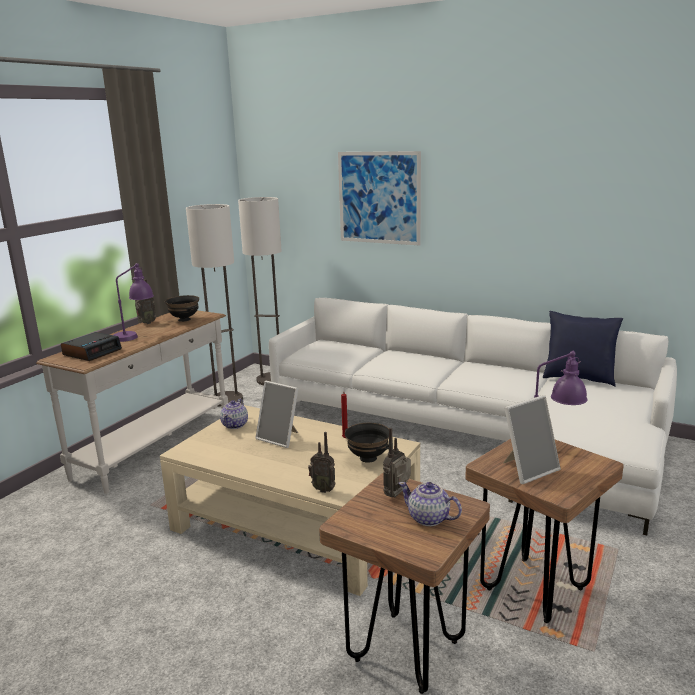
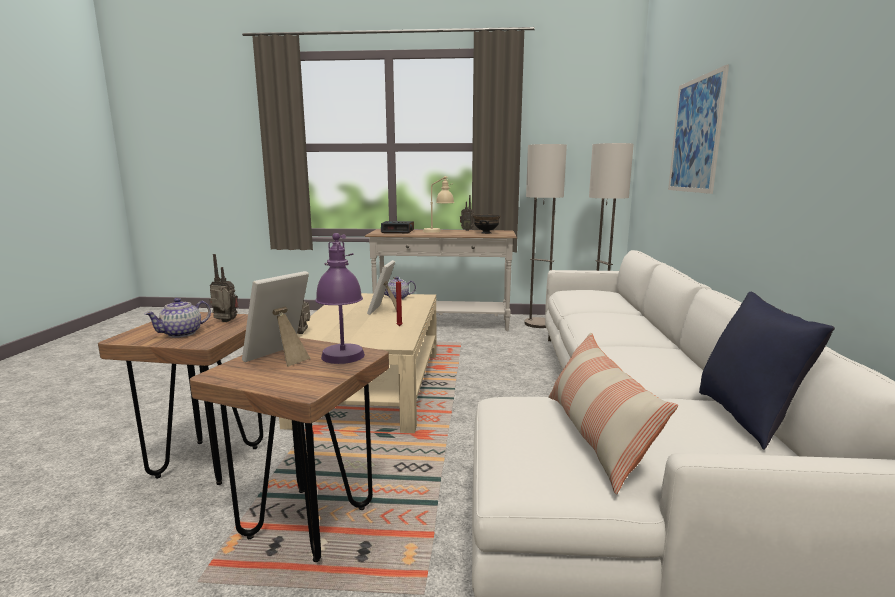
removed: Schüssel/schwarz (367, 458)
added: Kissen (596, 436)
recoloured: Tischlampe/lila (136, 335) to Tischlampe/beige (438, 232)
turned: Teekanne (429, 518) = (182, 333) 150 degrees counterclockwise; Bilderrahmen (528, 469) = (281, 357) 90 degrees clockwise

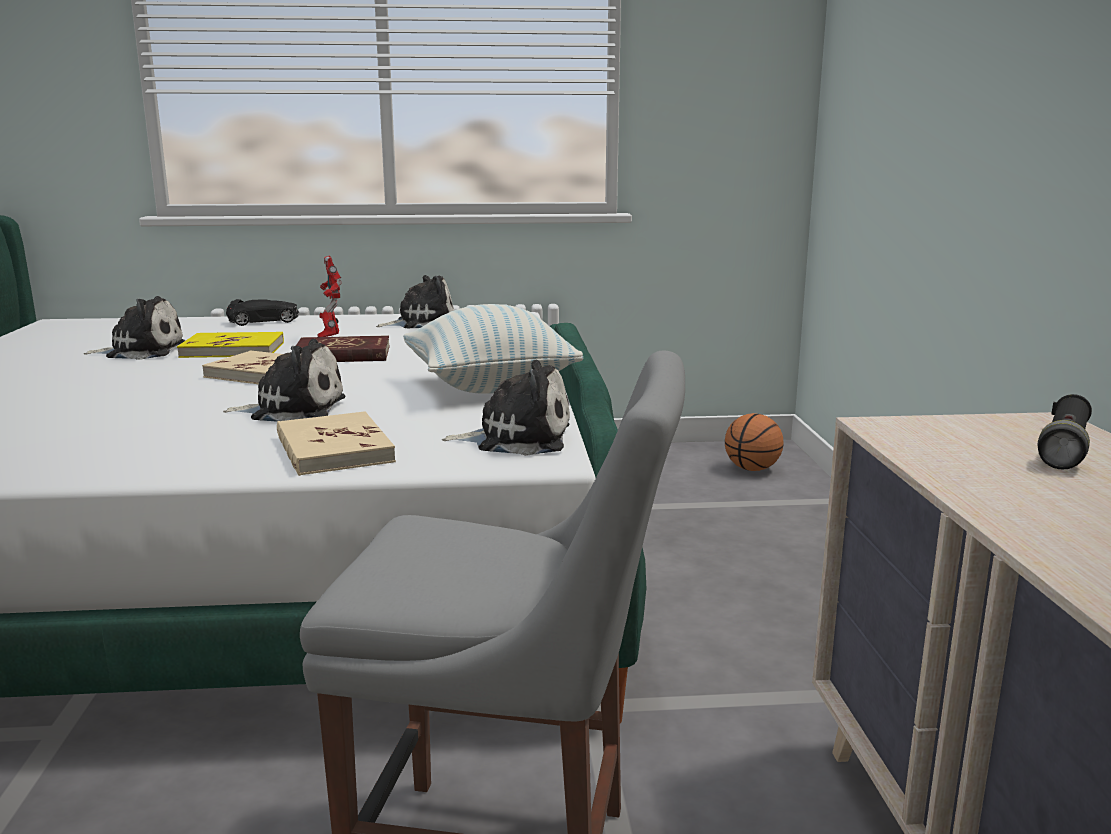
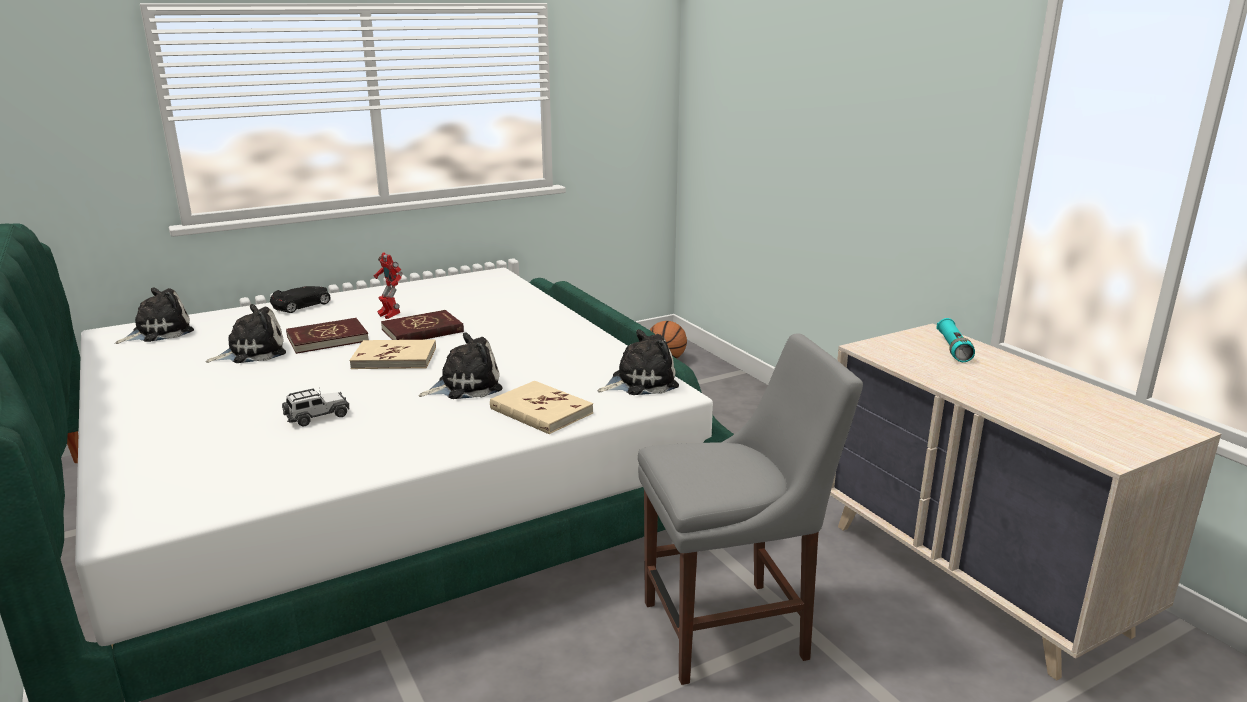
removed: Kissen (490, 387)
added: Spielzeugauto (317, 417)
moved: Plüschtier (422, 323) to (159, 332)
recoloured: Buch/gelb (233, 350) to Buch/rot (327, 339); Taschenlampe/schwarz (1064, 448) to Taschenlampe/türkis (953, 348)

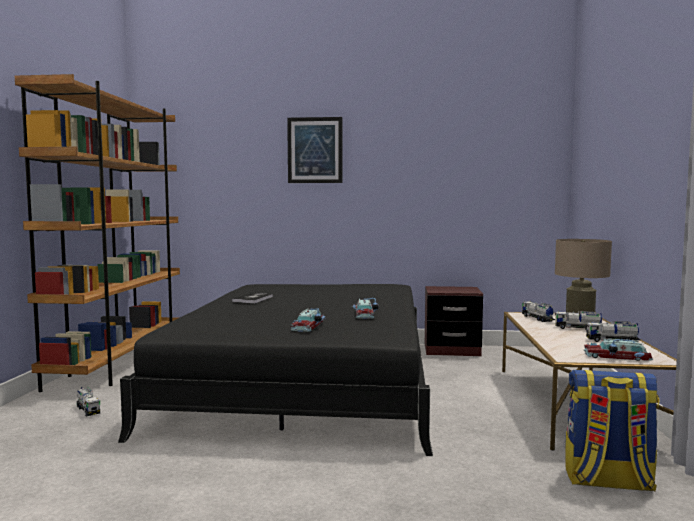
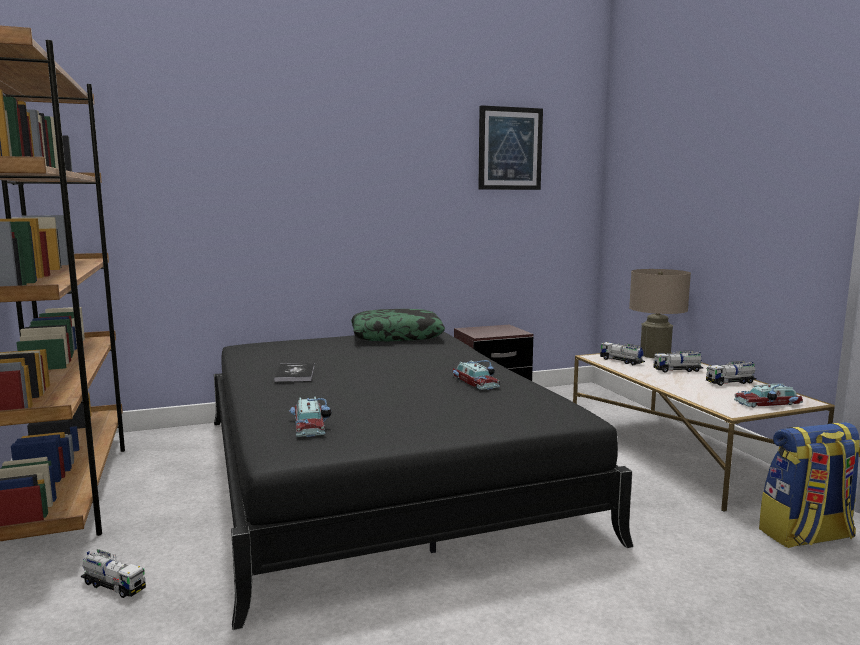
added: Kissen (396, 336)
moved: Bild (315, 150) to (510, 149); Spielzeugauto (309, 326) to (311, 424)

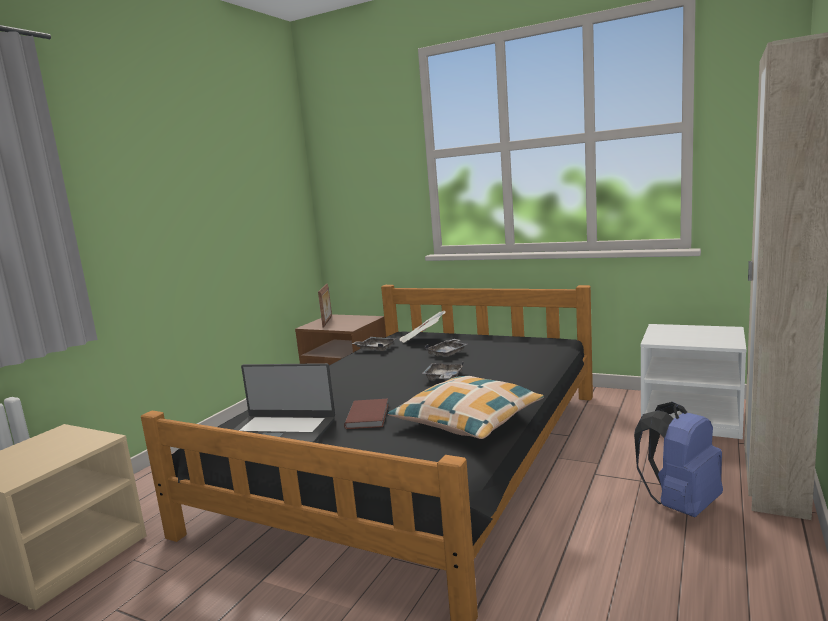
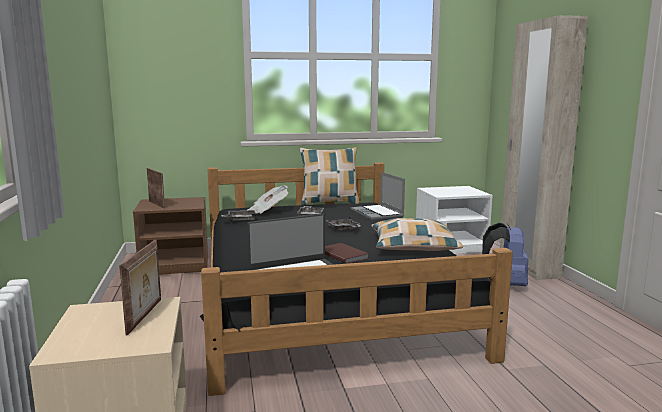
added: Bilderrahmen (146, 316); Kissen (329, 202); Laptop (378, 214)

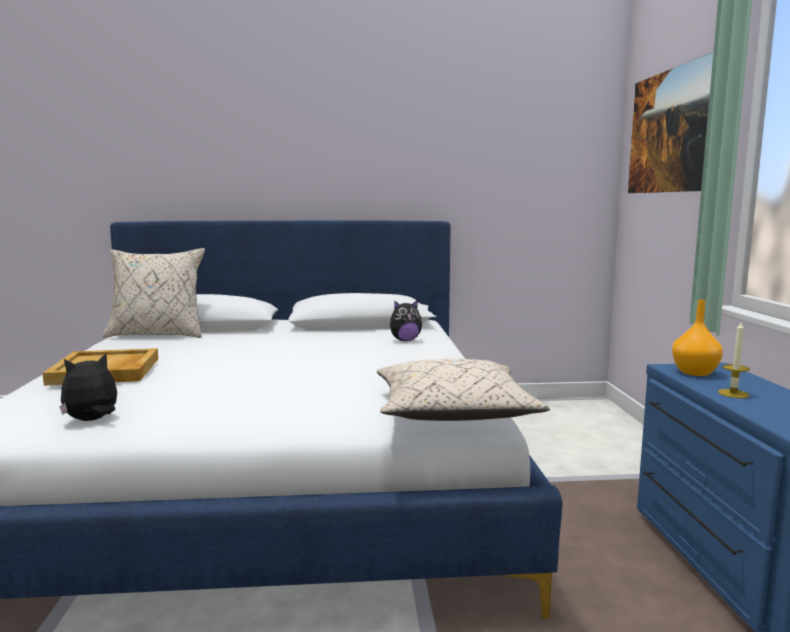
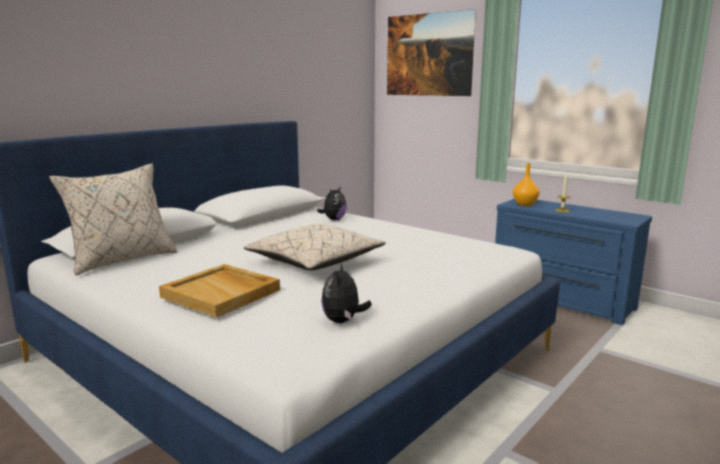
moved: Kissen/beige (453, 412) to (315, 262)

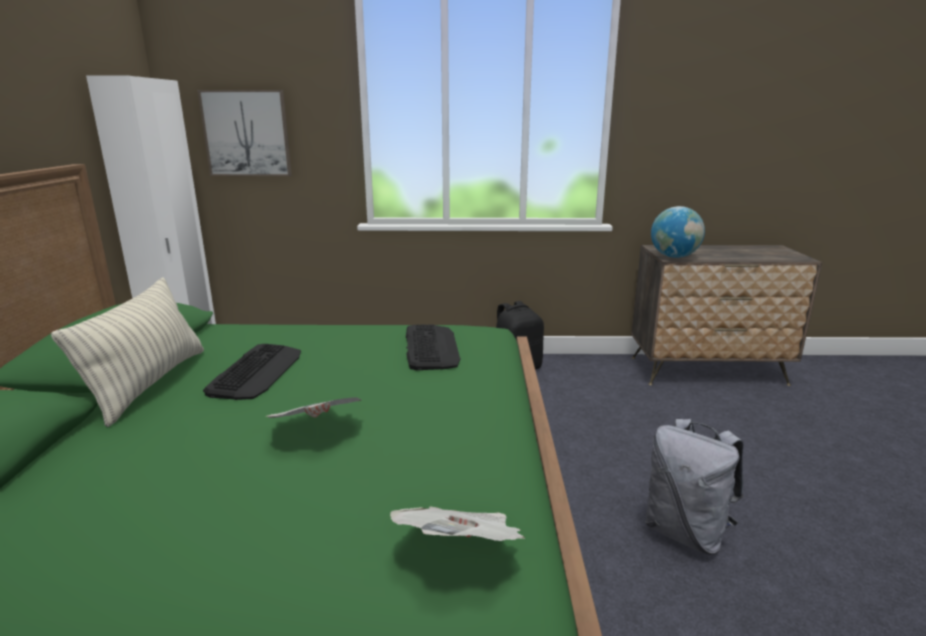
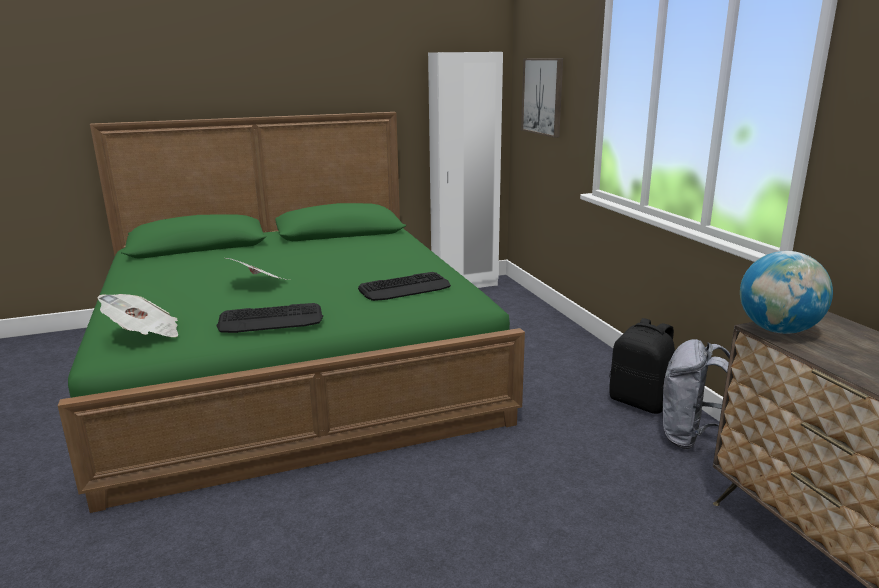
removed: Kissen (149, 384)
moved: Tastatur (257, 372) to (271, 320); Rucksack/grau (686, 532) to (693, 438)

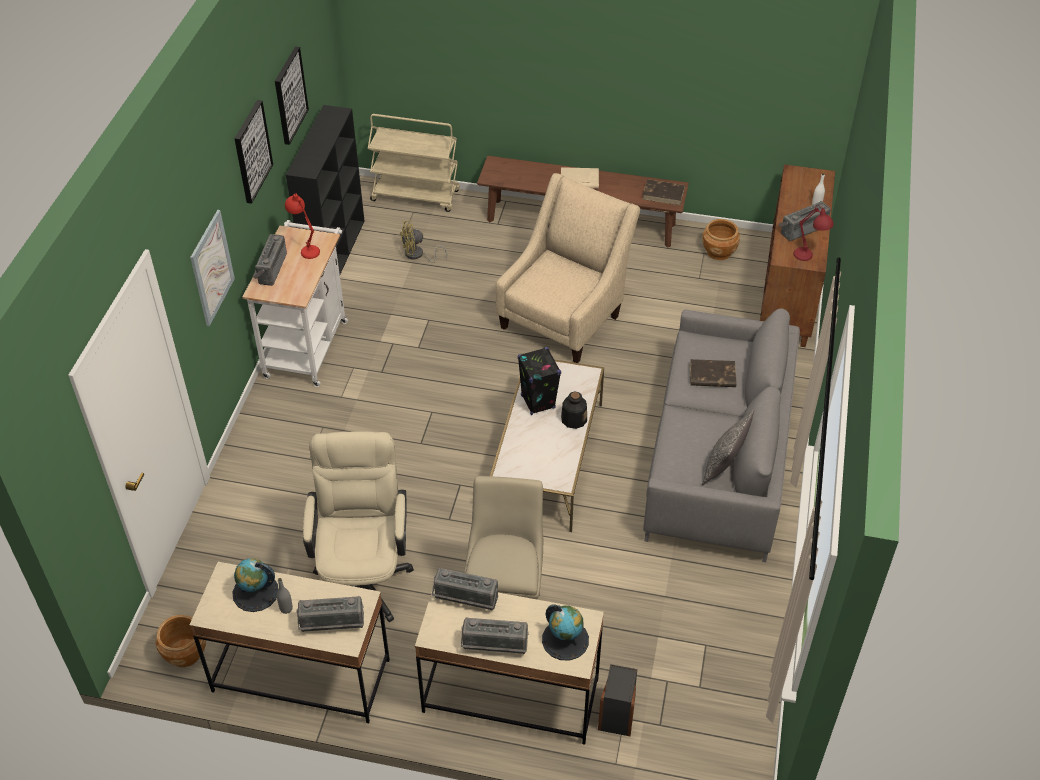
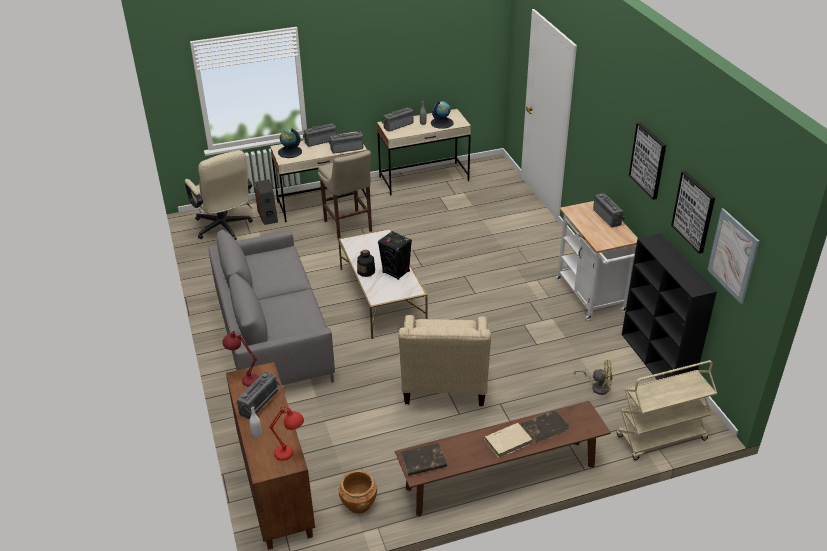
removed: Pflanzkübel/braun (185, 653); Kissen (723, 466)
moved: Bild (212, 268) to (733, 255); Tischlampe/rot (305, 248) to (291, 455); Bürostuhl/beige (363, 574) to (225, 229); Buch/braun (712, 376) to (545, 427)
turned: Ventilator/gelb (417, 255) = (597, 387) 60 degrees clockwise

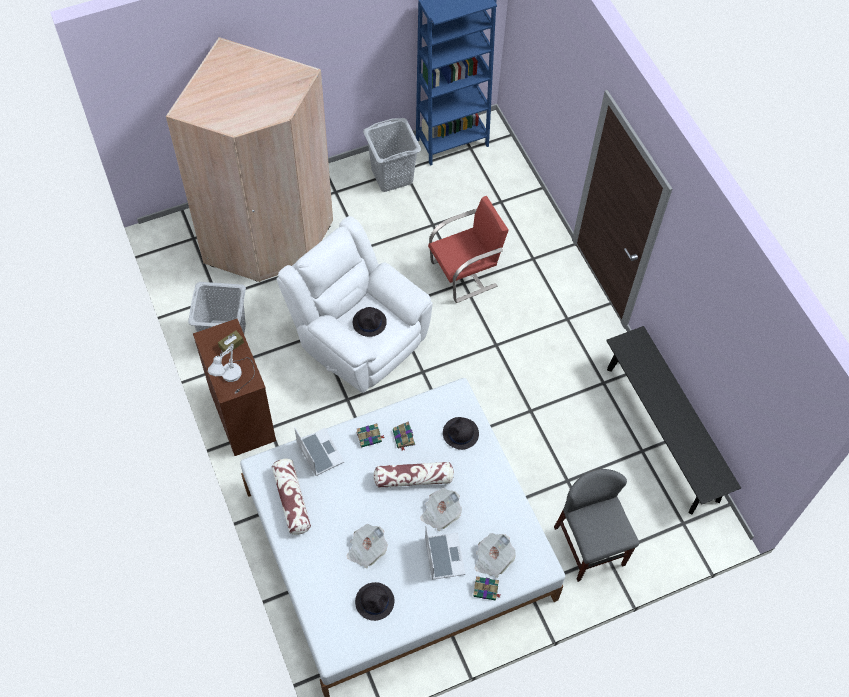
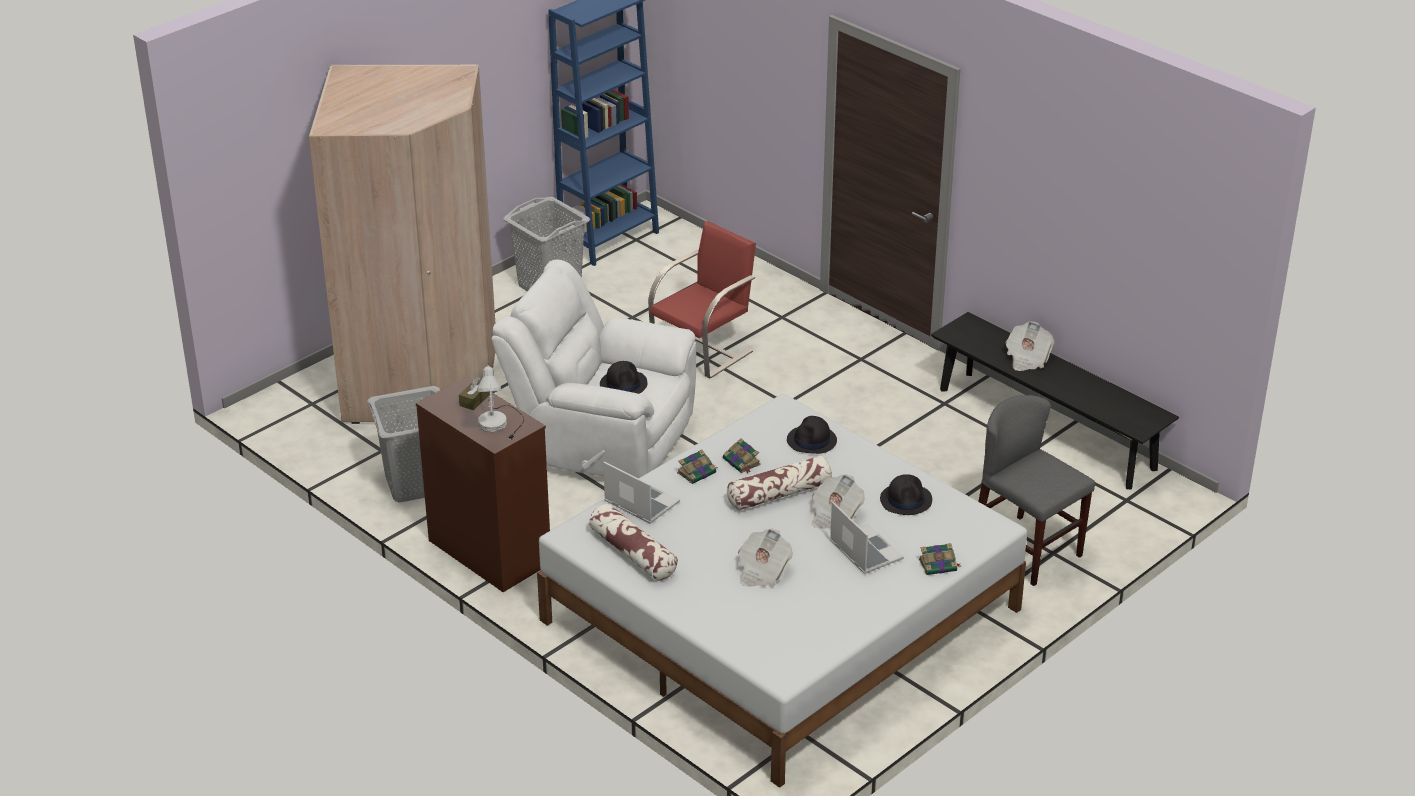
moved: Hut/schwarz (375, 601) to (906, 500); Zeitung (492, 559) to (1027, 358)

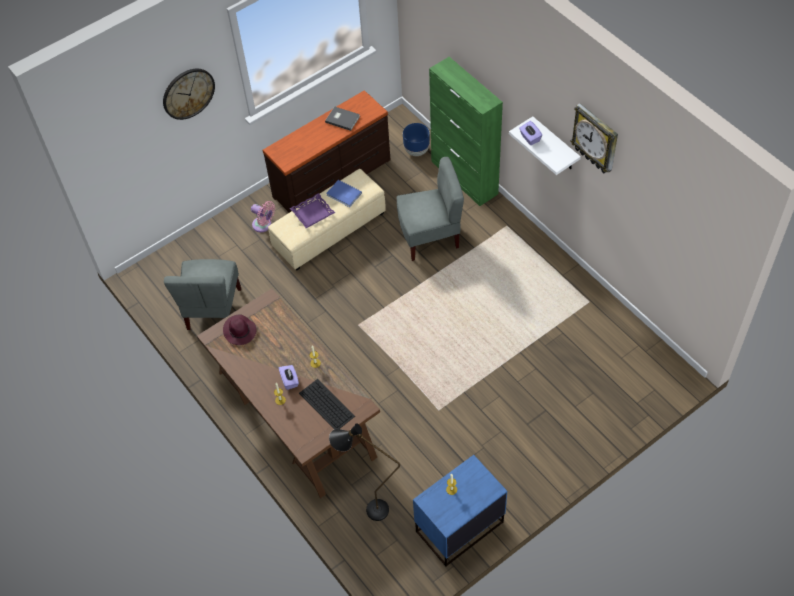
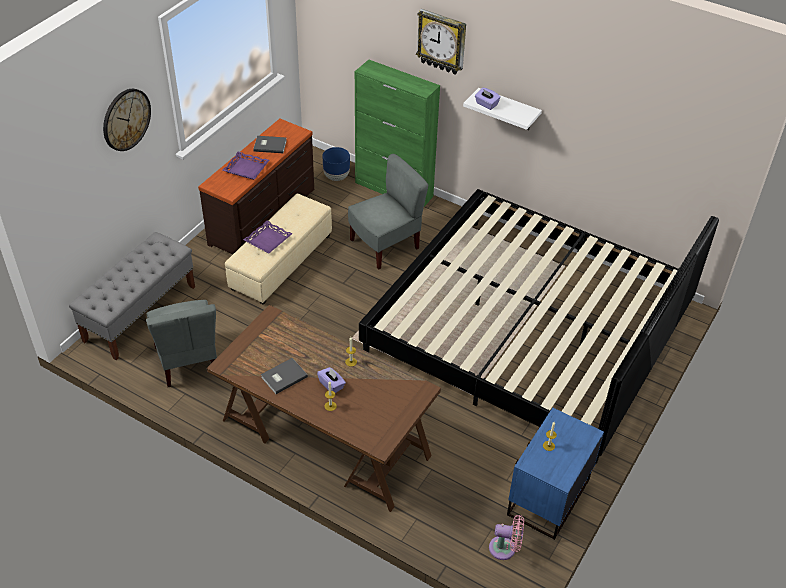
removed: Hut/lila (240, 331); Tastatur (326, 404); Buch/blau (344, 195); Stehlampe/schwarz (368, 510)
added: Bank/grau (140, 313); Tablett/lila (246, 169); Buch/grau (283, 376); Bett (529, 330)
moved: Ventilator/rosa (263, 225) to (505, 548); Wanduhr (595, 139) to (442, 41)

